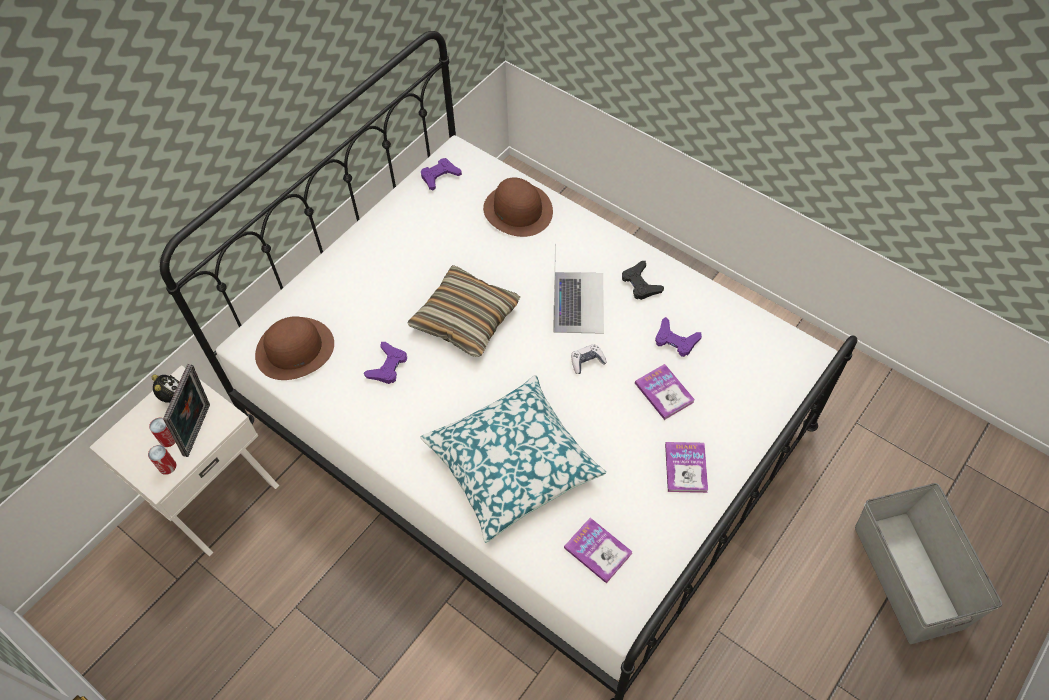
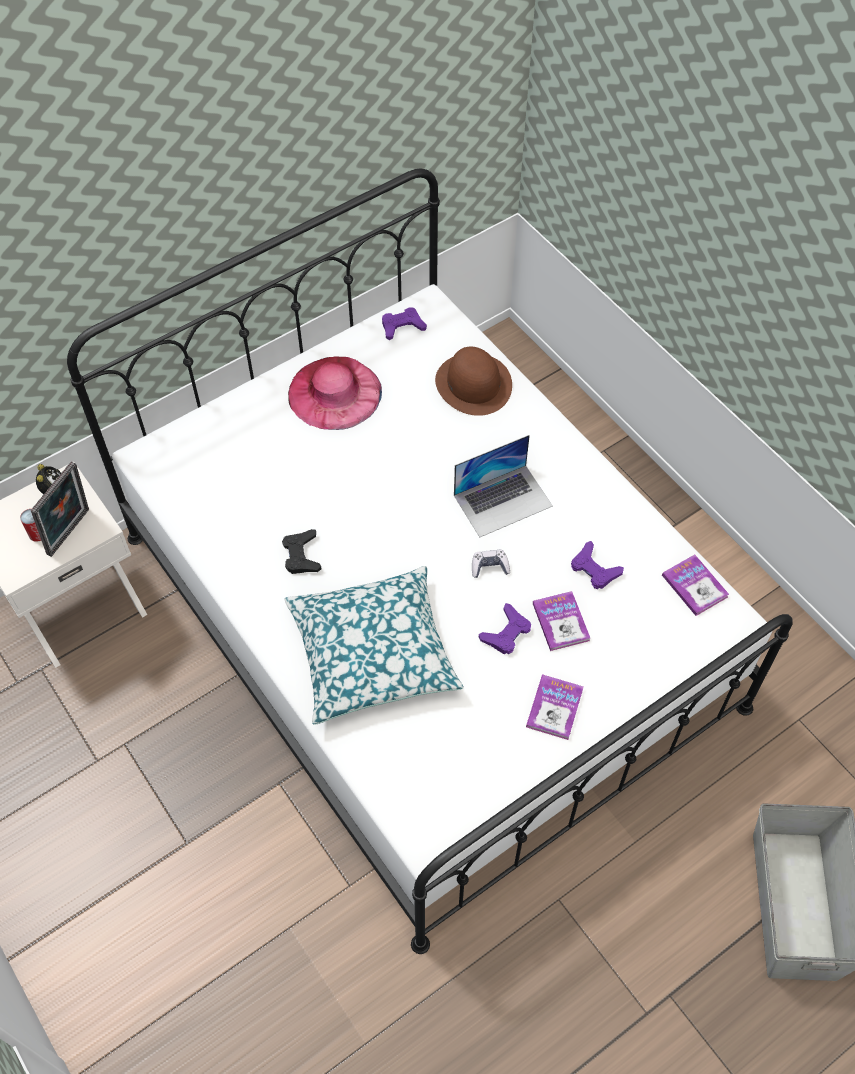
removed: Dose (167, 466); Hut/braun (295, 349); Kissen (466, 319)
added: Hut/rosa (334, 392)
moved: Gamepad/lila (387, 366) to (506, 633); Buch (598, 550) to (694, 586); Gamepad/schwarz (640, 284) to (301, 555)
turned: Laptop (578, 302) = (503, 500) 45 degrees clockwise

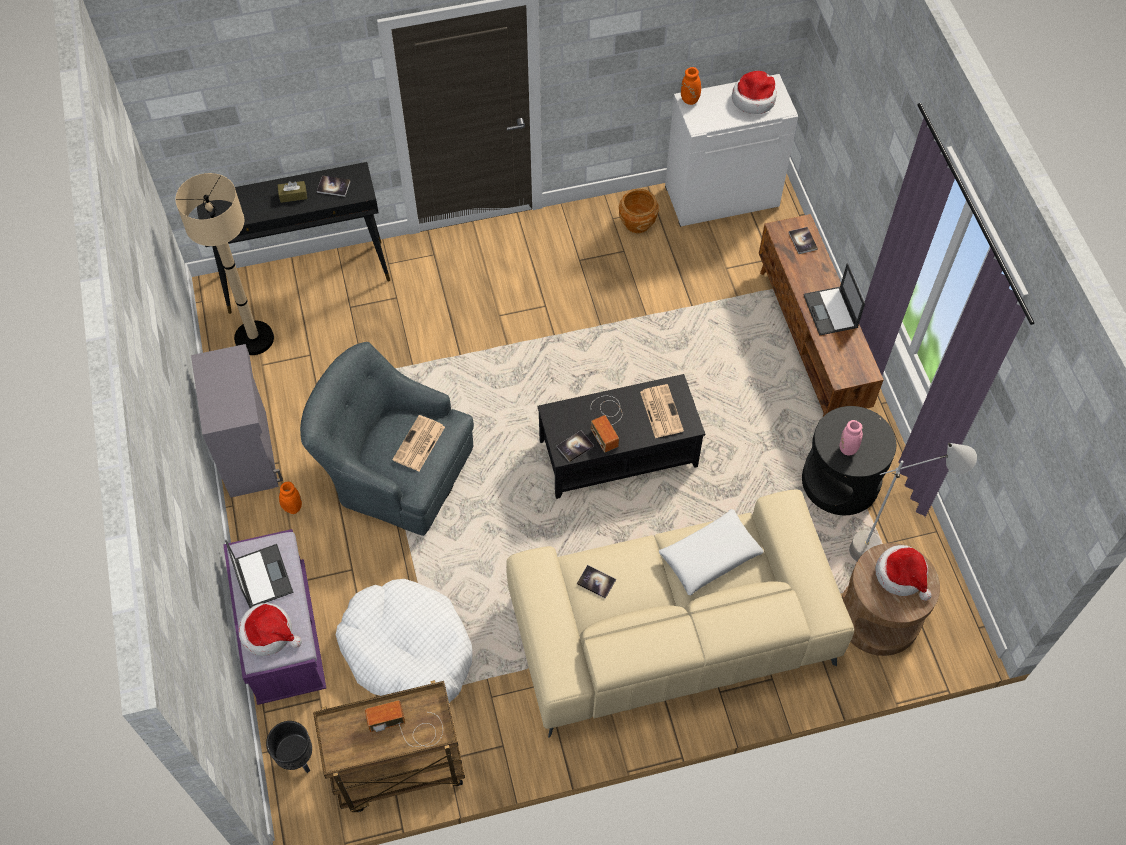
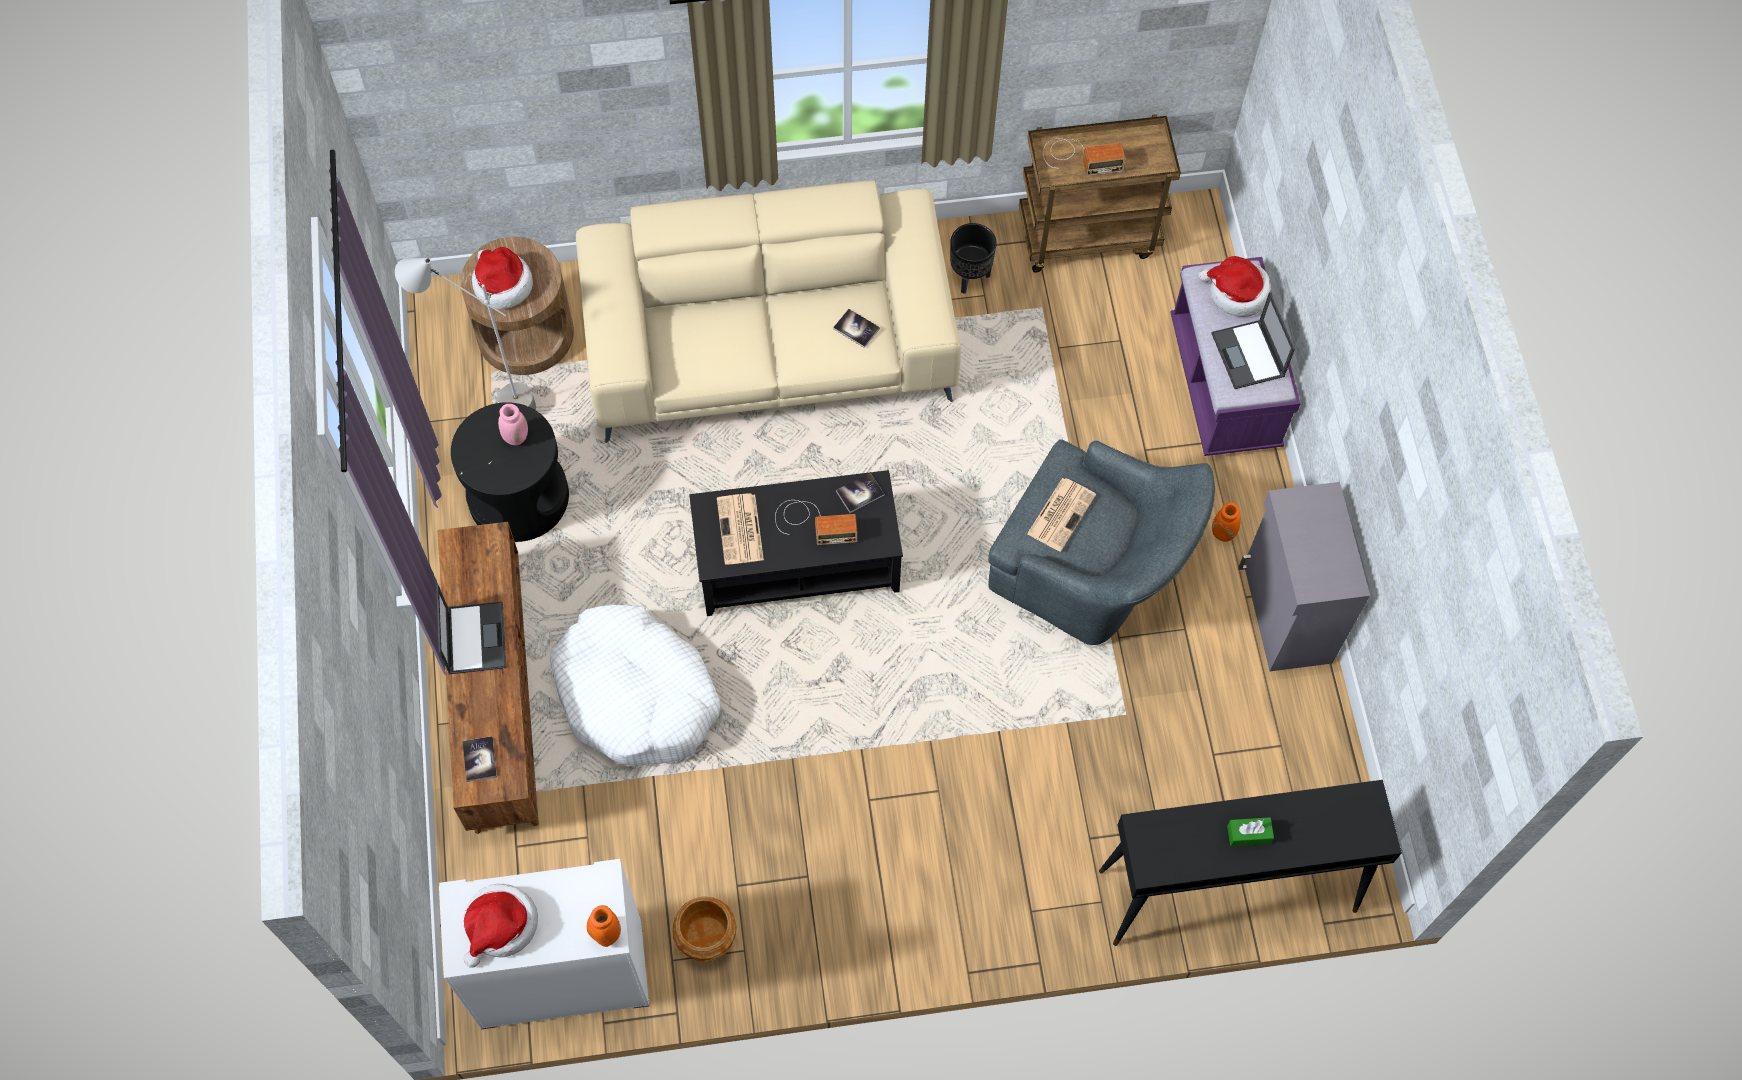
removed: Stehlampe/beige (254, 339); Buch (333, 187); Kissen/weiß (710, 556)
moved: Pflanzkübel/schwarz (296, 759) to (970, 277); Hundebett/weiß (407, 651) to (636, 695)
recoloured: Taschentuchbox/braun (293, 195) to Taschentuchbox/grün (1248, 834)
turned: Radio (607, 421) = (813, 523) 105 degrees clockwise

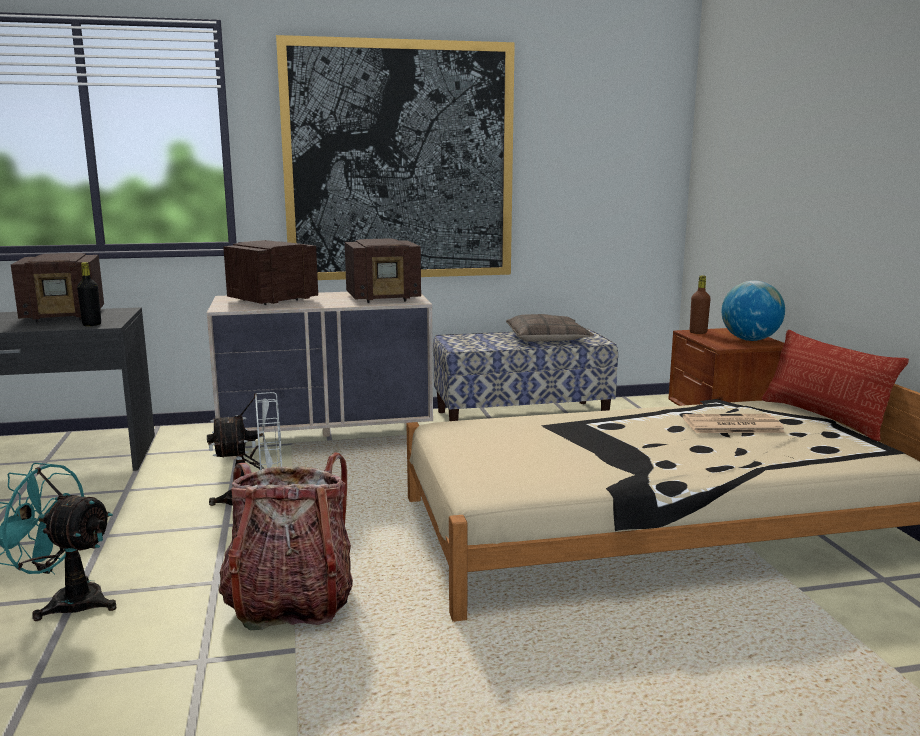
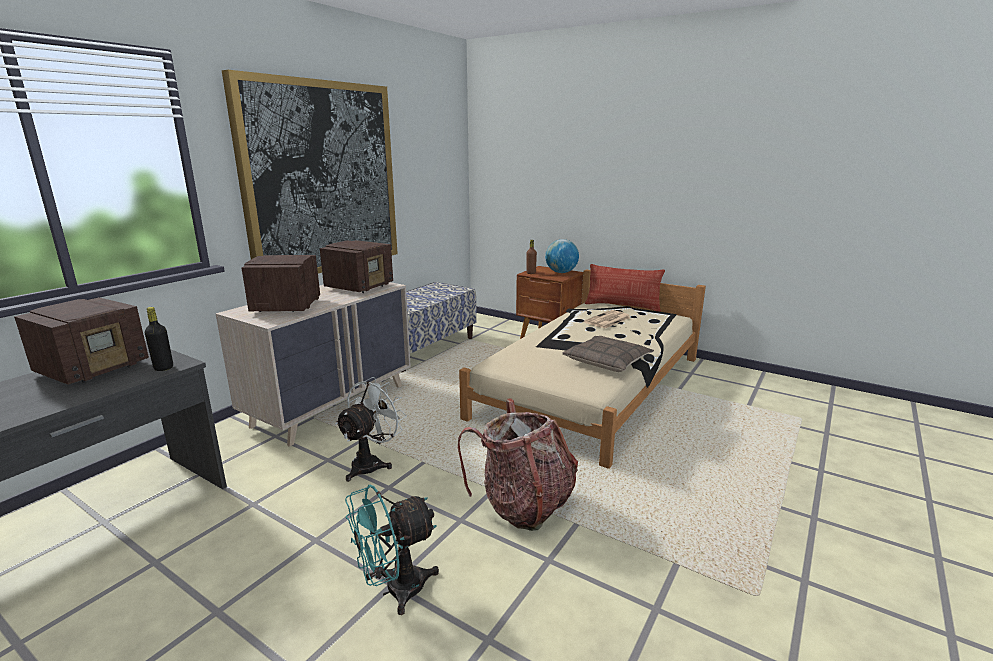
moved: Kissen (548, 339) to (607, 361)

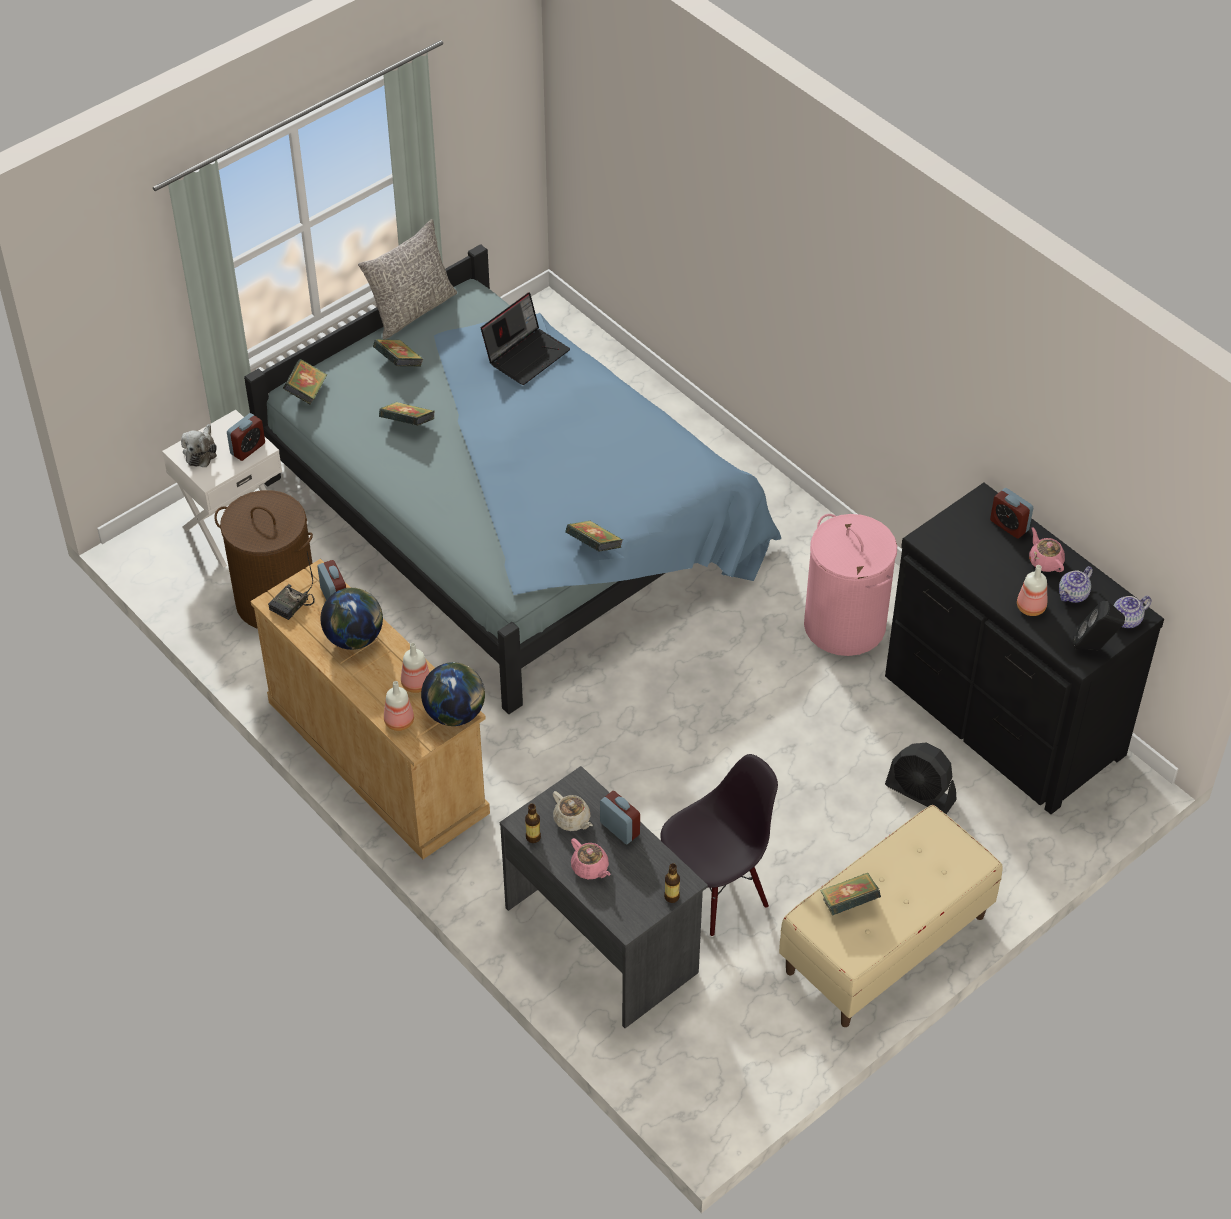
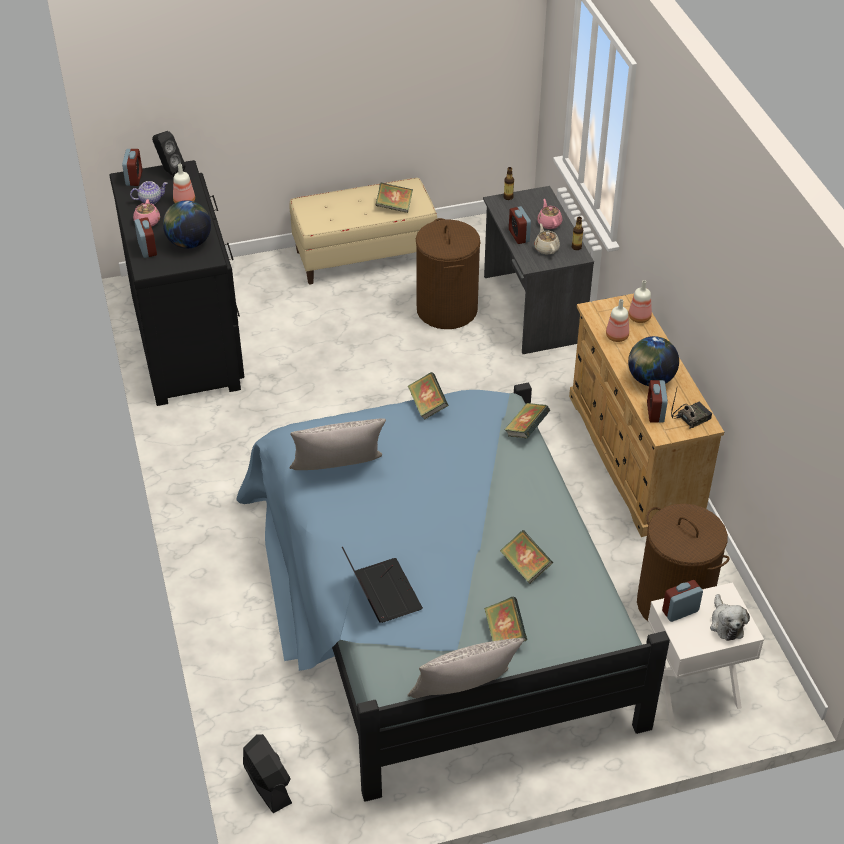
removed: Wäschekorb/rosa (845, 625)
added: Kissen/grau (338, 471)
moved: Buch (306, 392) to (526, 430); Globus (455, 713) to (189, 243); Ventilator/schwarz (920, 793) to (267, 784)
replaced: Stuhl/schwarz (715, 891) to Wäschekorb/braun (446, 310); Teekanne (1126, 620) to Wecker (134, 178)
turned: Plüschtier (201, 452) = (726, 624) 135 degrees clockwise; Laptop (526, 354) = (381, 592) 90 degrees clockwise

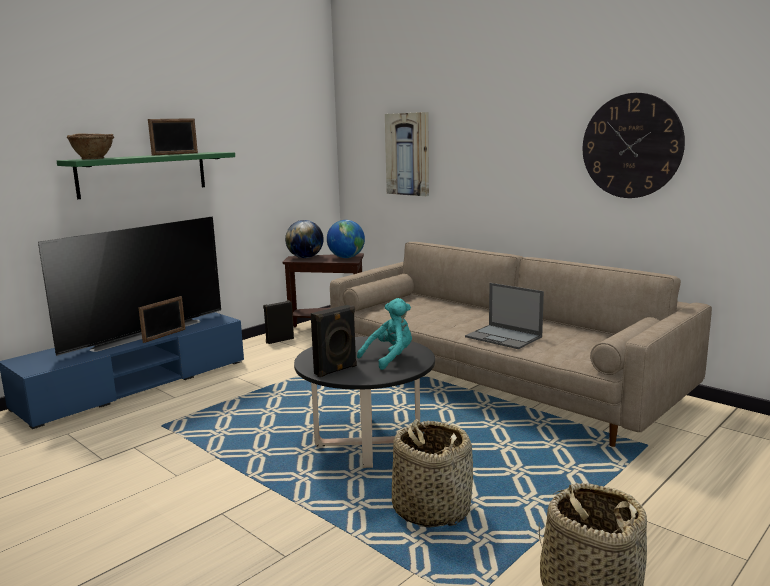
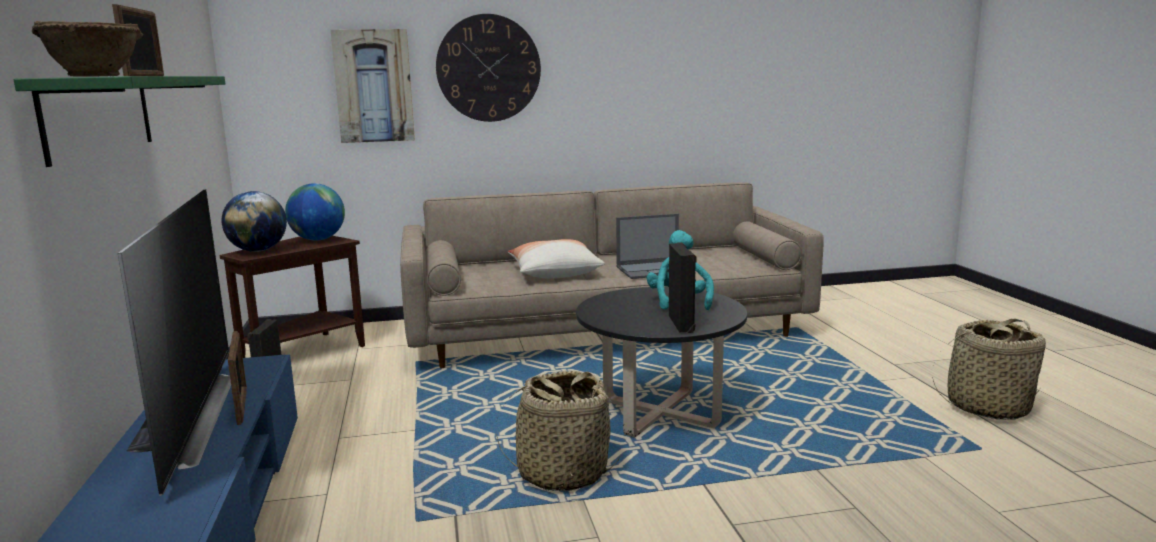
added: Kissen (554, 273)
moved: Korb (431, 509) to (562, 473); Wanduhr (631, 146) to (488, 68)

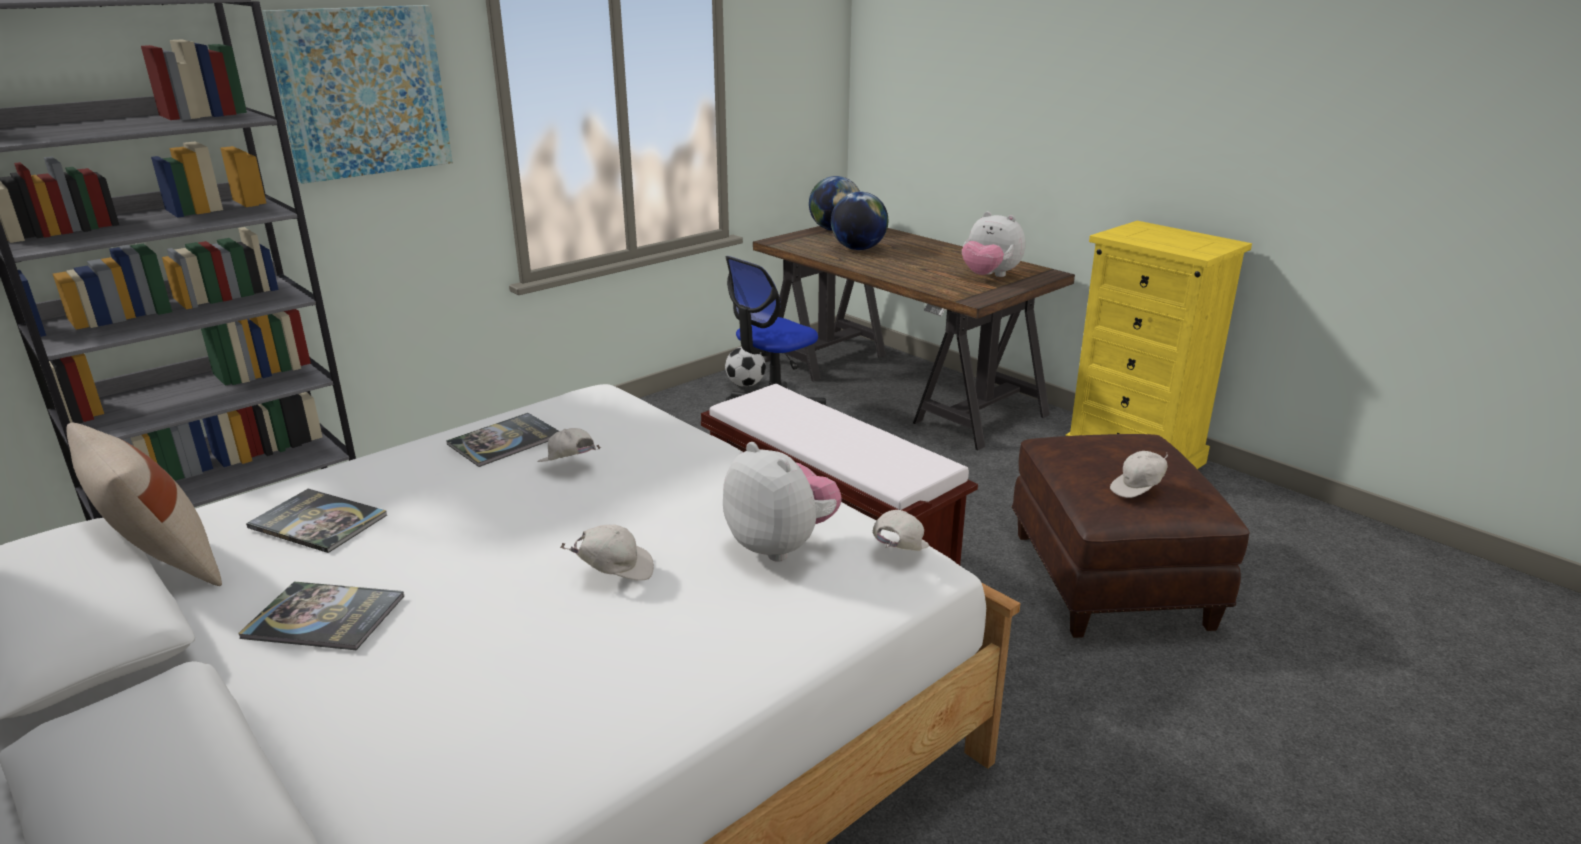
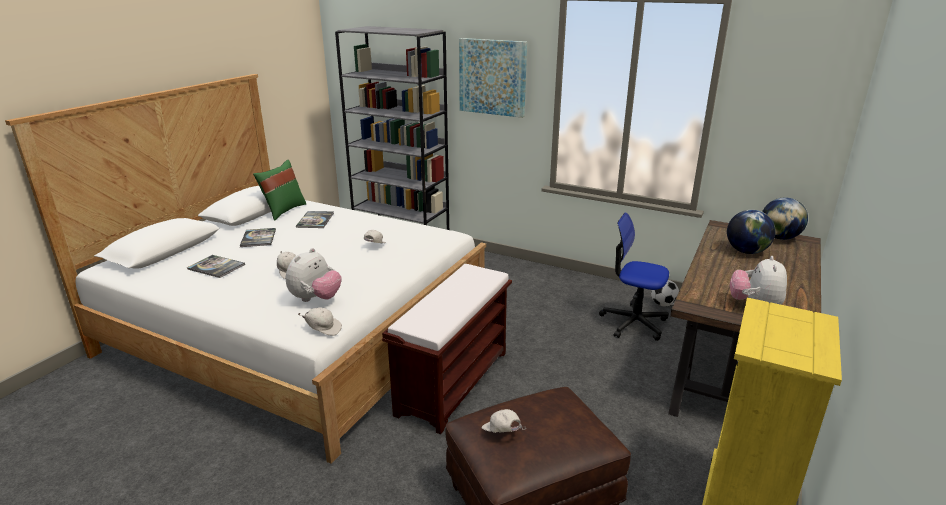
moved: Buch (505, 441) to (216, 267)
recoloured: Kissen/beige (163, 567) to Kissen/grün (283, 211)

